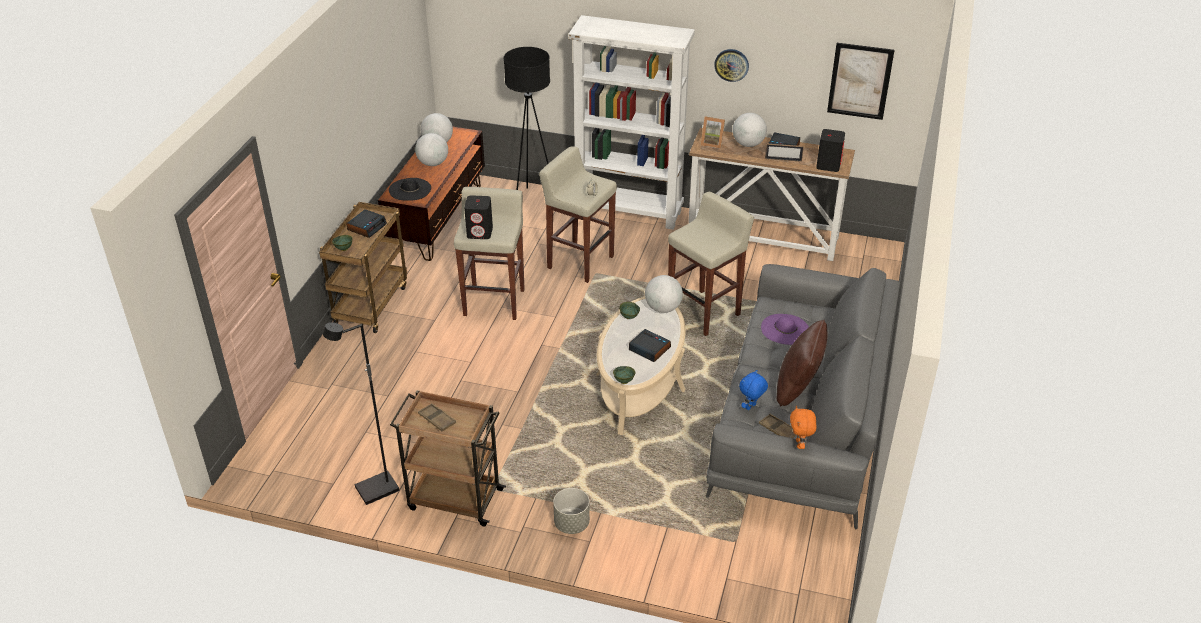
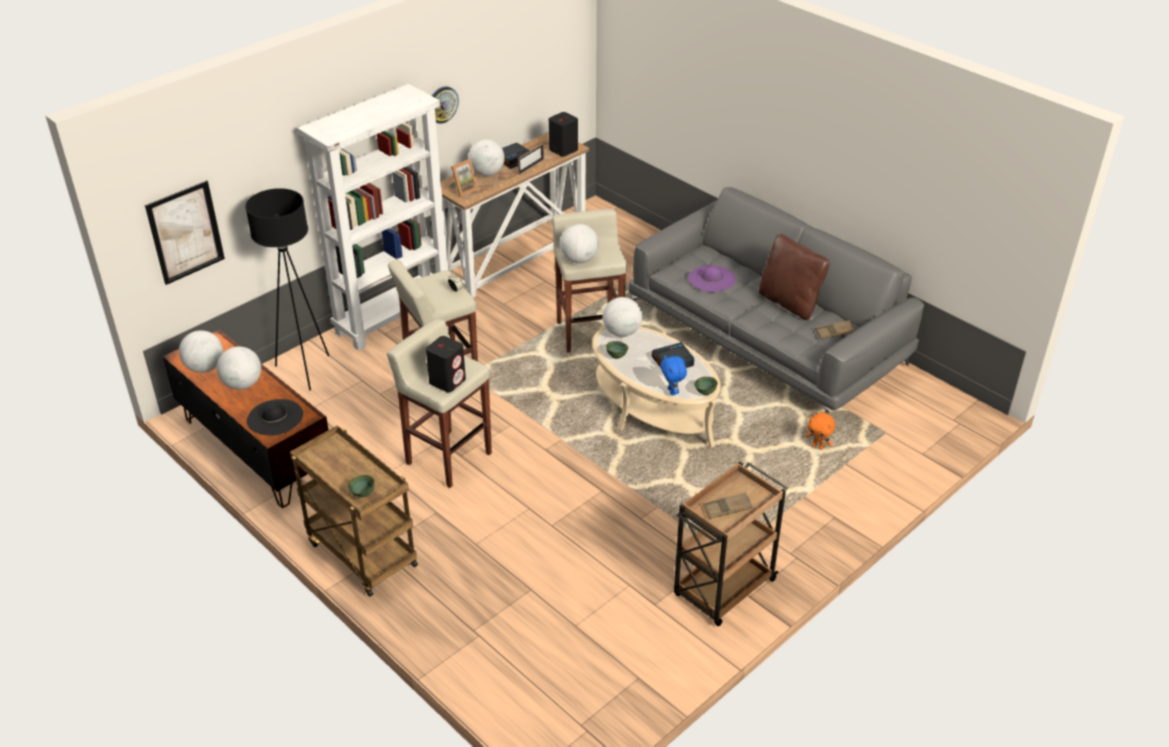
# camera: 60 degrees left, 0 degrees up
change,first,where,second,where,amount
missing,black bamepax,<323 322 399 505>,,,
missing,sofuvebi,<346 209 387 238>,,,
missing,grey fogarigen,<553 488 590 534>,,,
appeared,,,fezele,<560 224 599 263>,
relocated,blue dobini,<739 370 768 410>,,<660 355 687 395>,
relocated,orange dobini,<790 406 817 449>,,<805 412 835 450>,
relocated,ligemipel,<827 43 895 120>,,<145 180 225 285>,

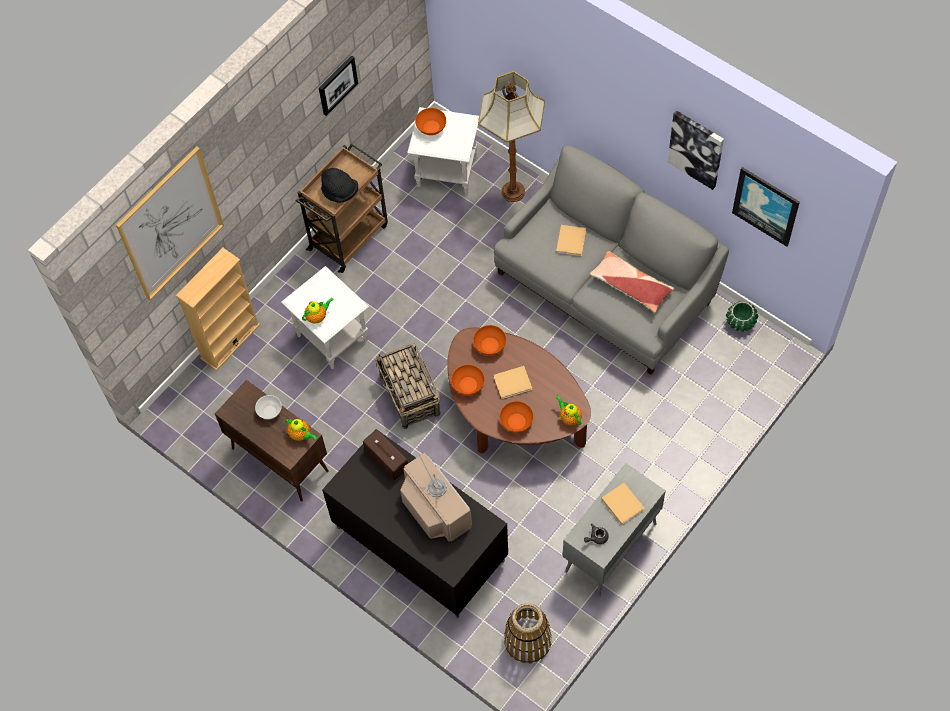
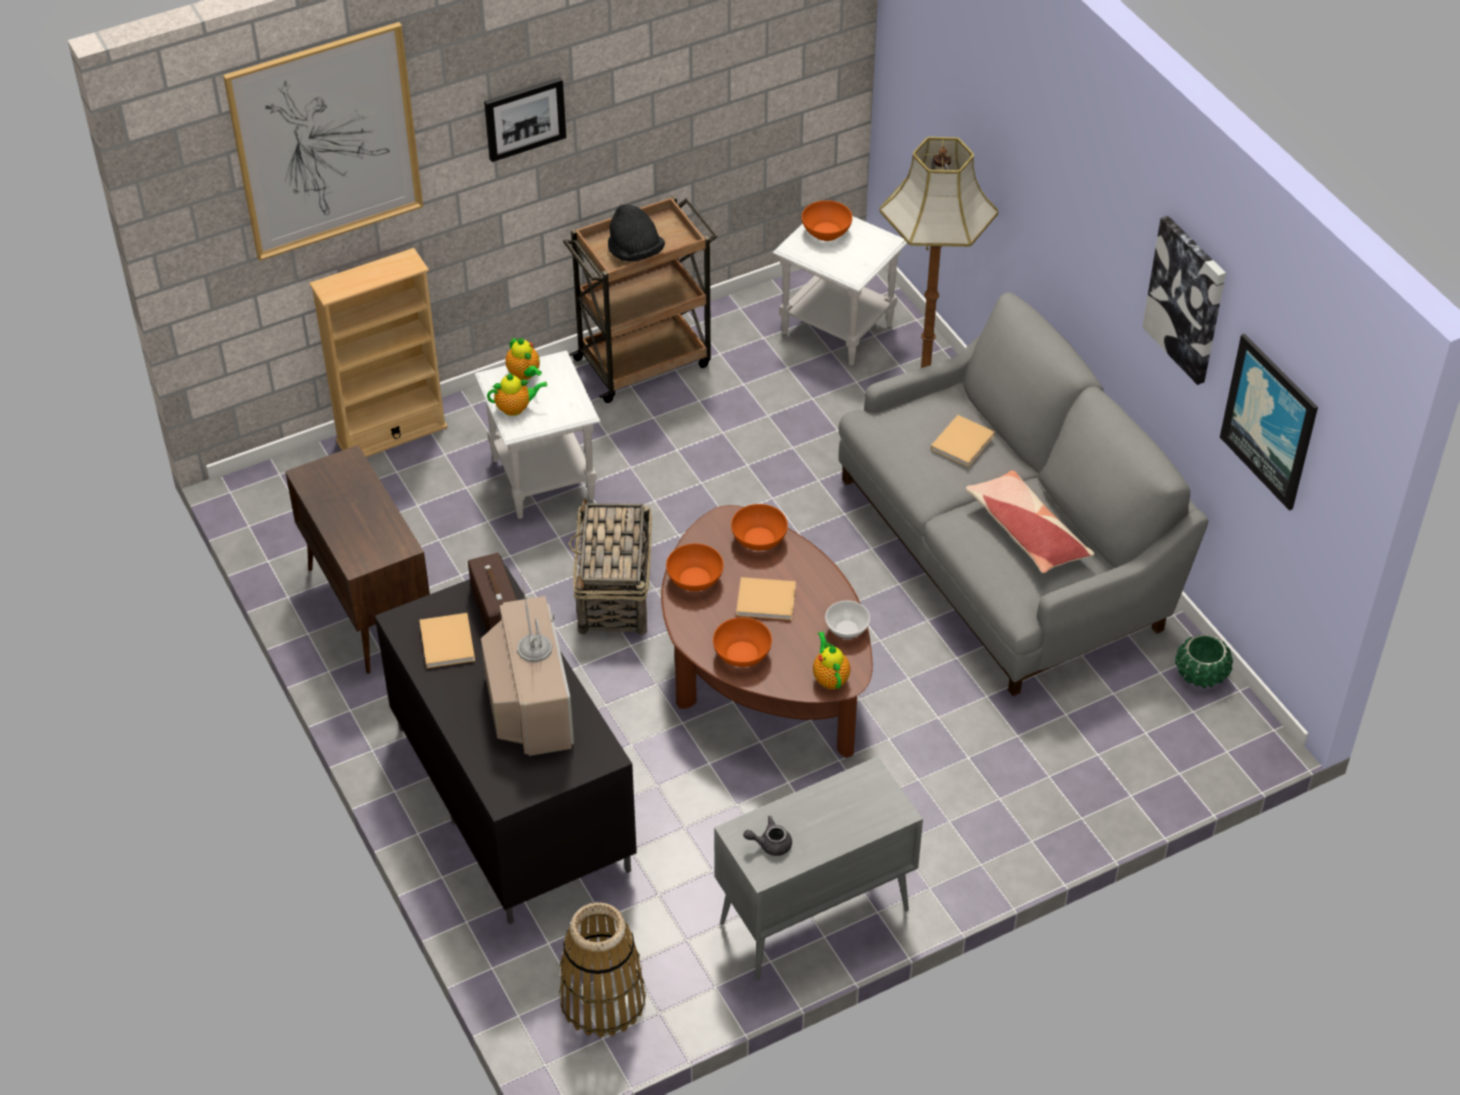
# camera: 20 degrees right, 15 degrees down
change,first,where,second,where,amount
relocated,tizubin,<255 395 282 419>,,<825 601 870 639>,
relocated,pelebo,<285 419 317 441>,,<505 338 542 380>,
relocated,ligemipel,<319 55 358 116>,,<484 77 566 162>,
relocated,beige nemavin,<602 483 645 525>,,<420 613 475 668>,

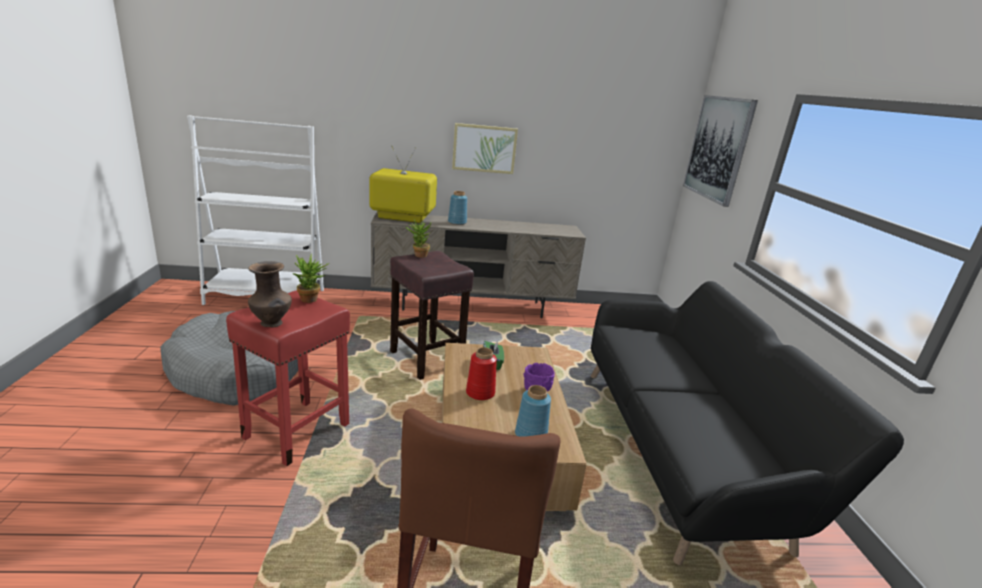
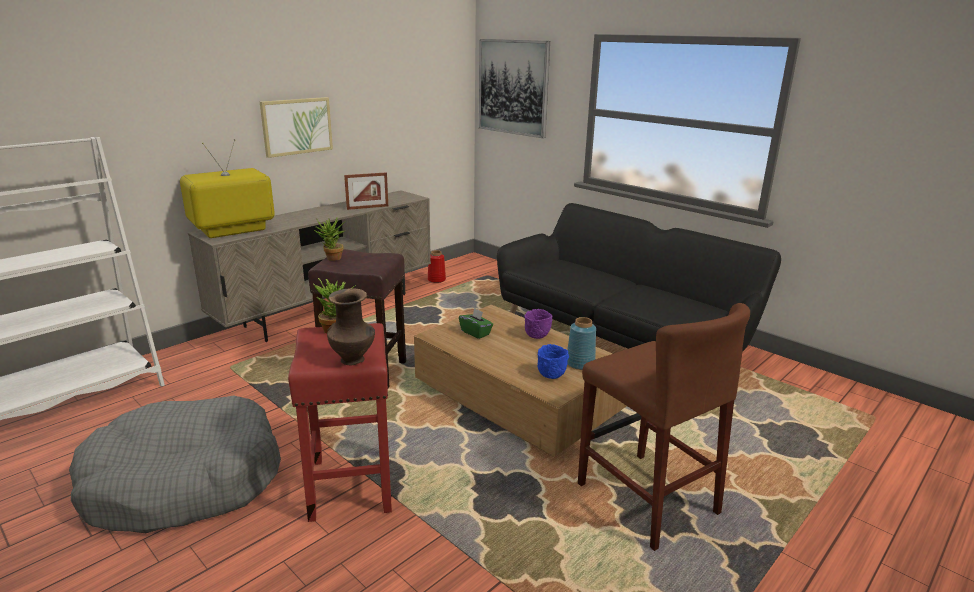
# camera: 40 degrees left, 0 degrees up
change,first,where,second,where,amount
missing,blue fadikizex,<448 191 467 225>,,,
appeared,,,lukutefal,<344 172 388 210>,
appeared,,,blue tizubin,<538 344 569 379>,
relocated,red fadikizex,<466 347 497 400>,,<428 250 446 283>,

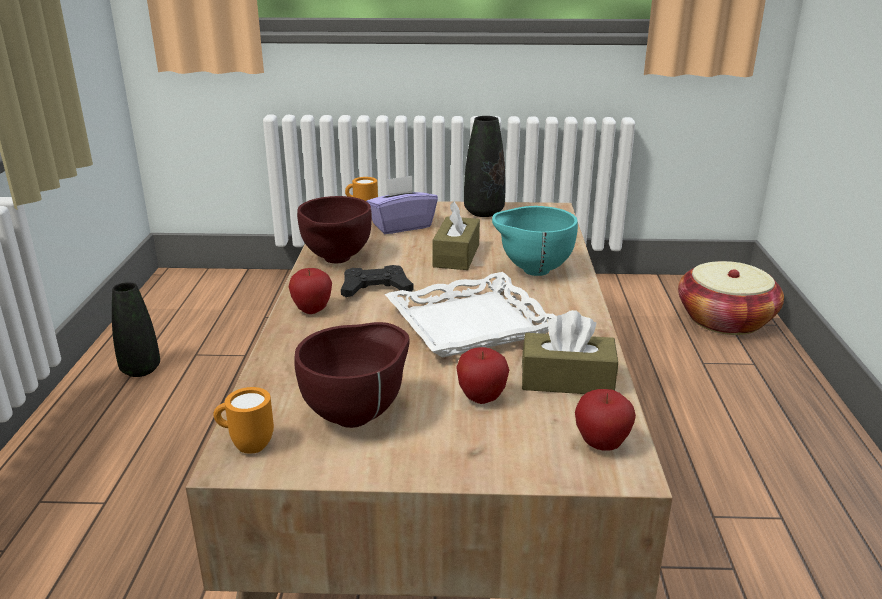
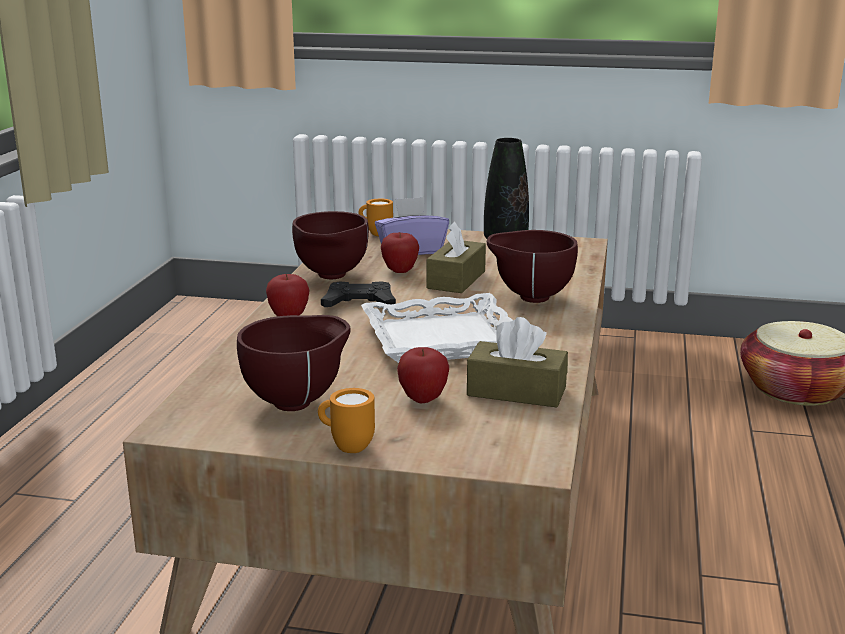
# camera: 10 degrees right, 5 degrees down
change,first,where,second,where,amount
missing,black fadikizex,<112 282 160 377>,,,
relocated,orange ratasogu,<214 387 274 453>,,<318 388 375 453>,
relocated,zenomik,<575 389 636 451>,,<381 232 419 273>,
colour,turquoise tizubin,<492 206 578 276>,brown tizubin,<487 230 578 303>,

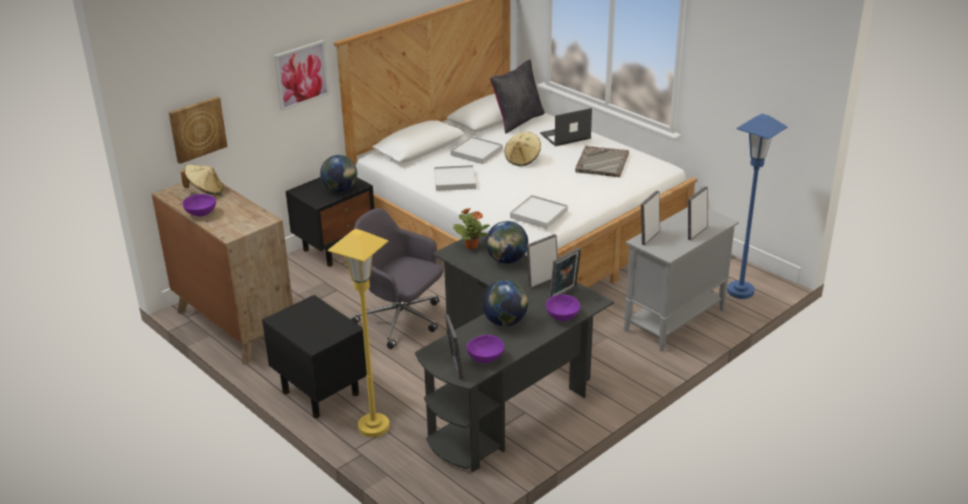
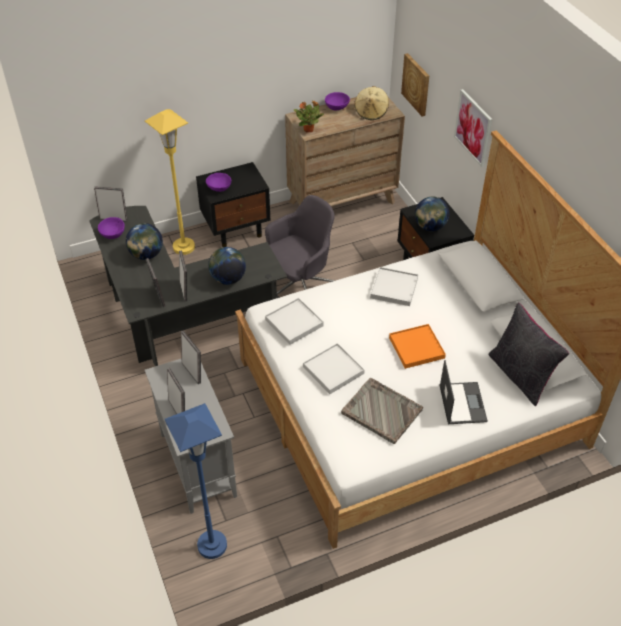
# camera: 110 degrees right, 15 degrees up
change,first,where,second,where,amount
relocated,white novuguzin,<450 136 503 164>,,<303 343 365 394>,
relocated,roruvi,<453 208 490 250>,,<294 100 324 132>,
relocated,purple tizubin,<546 295 580 321>,,<206 173 231 192>,
exchanged,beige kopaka,<504 132 541 166>,orange novuguzin,<389 324 446 369>,

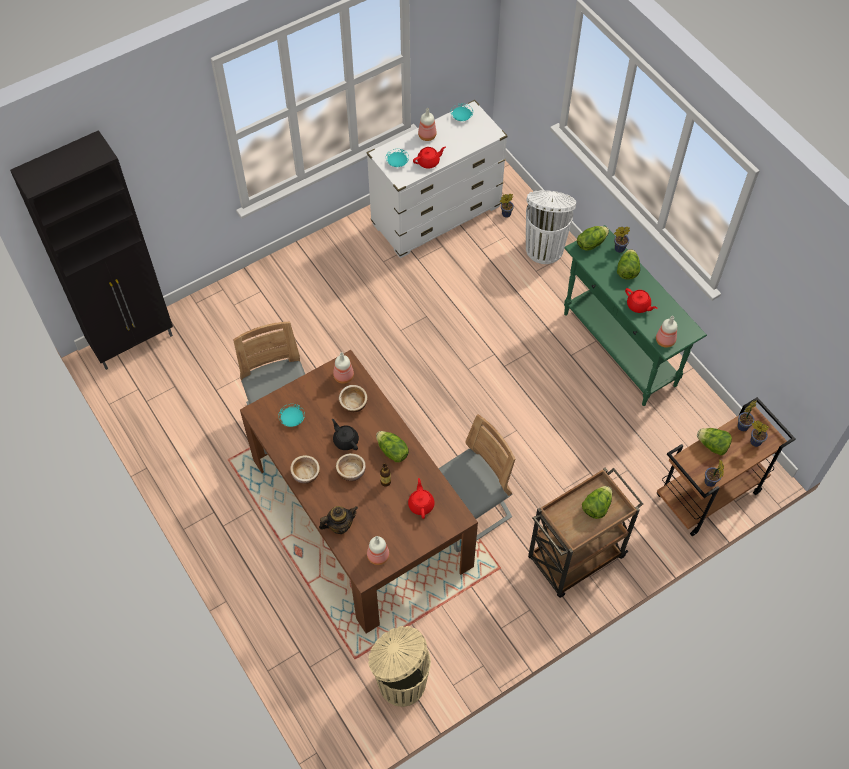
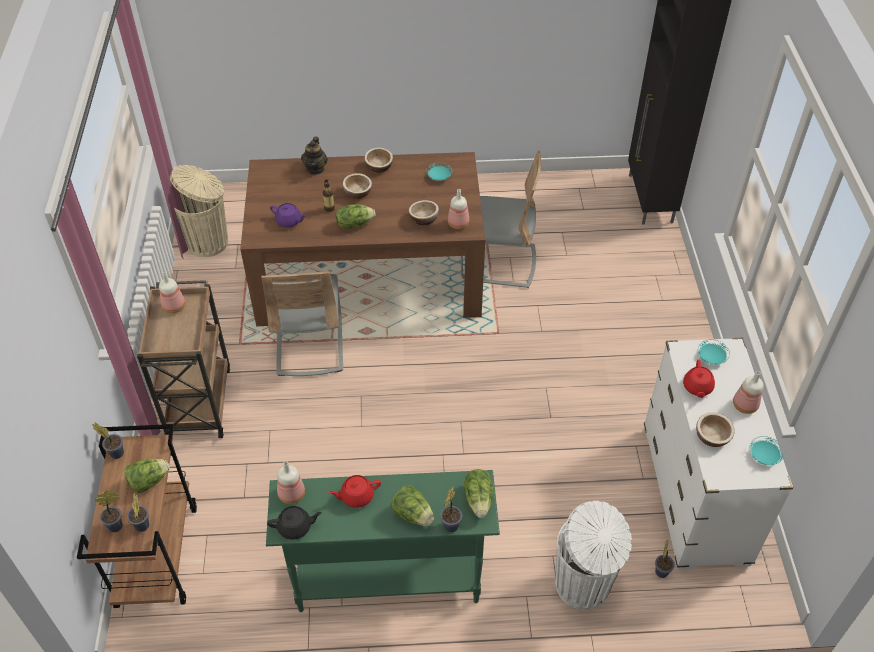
# camera: 120 degrees right, 10 degrees down
change,first,where,second,where,amount
missing,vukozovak,<582 486 612 519>,,,
appeared,,,tizubin,<696 412 735 447>,
relocated,black pelebo,<332 419 359 450>,,<267 506 322 540>,
relocated,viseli,<367 536 389 565>,,<159 272 185 313>,
colour,red pelebo,<408 478 435 519>,purple pelebo,<270 203 307 228>,

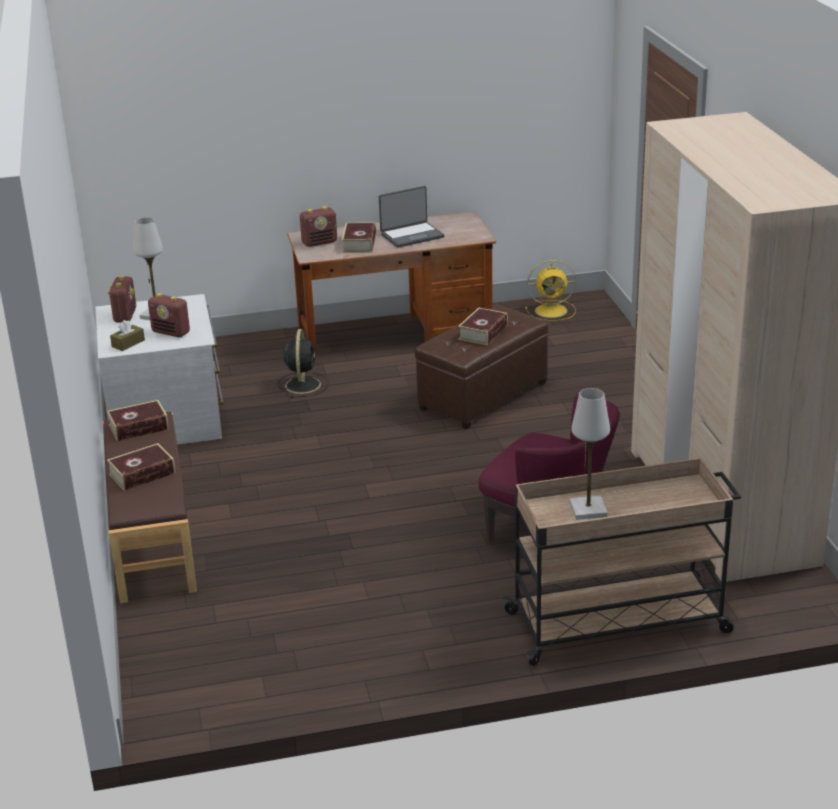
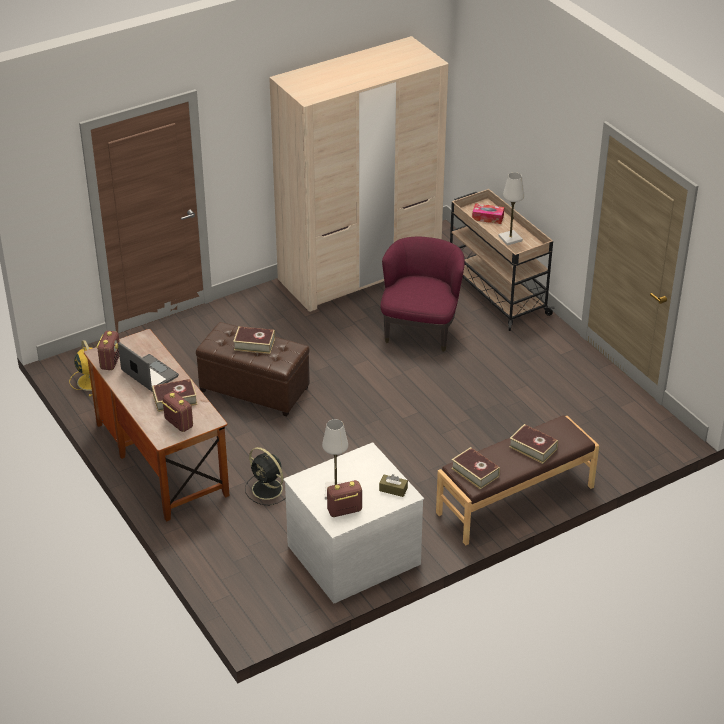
# camera: 110 degrees left, 10 degrees up
change,first,where,second,where,amount
appeared,,,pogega,<472 203 504 224>,
relocated,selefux,<148 293 190 337>,,<96 331 120 370>,
spun,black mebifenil,<277 329 328 398>,,<245 447 285 505>,120 degrees counterclockwise

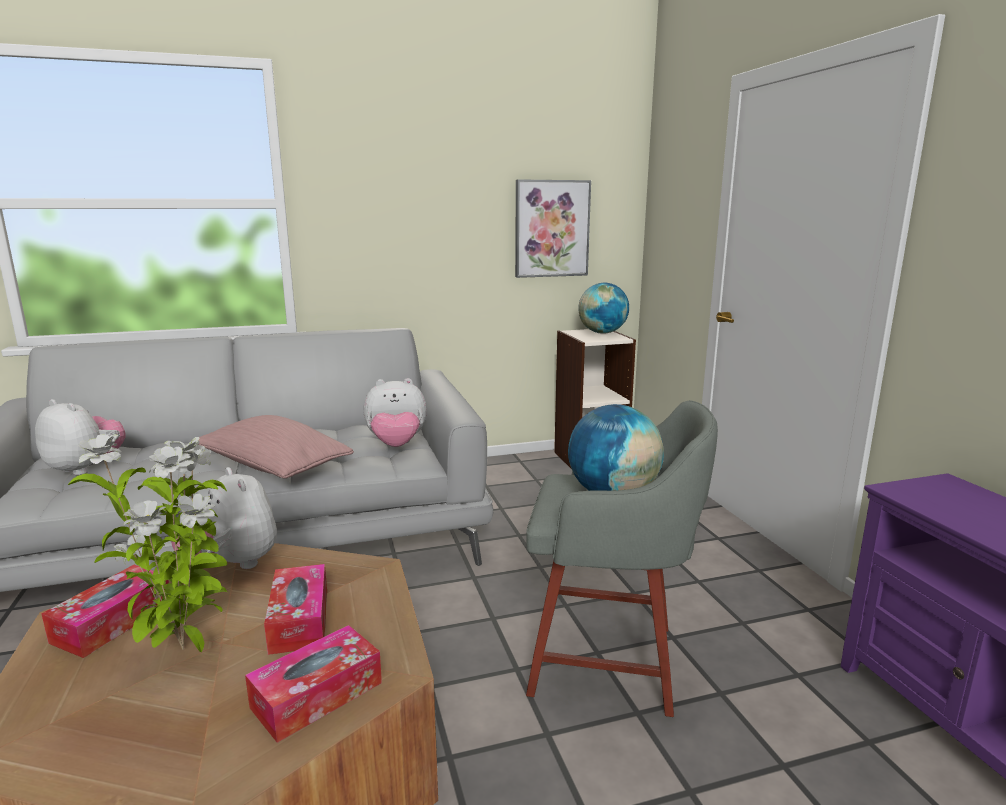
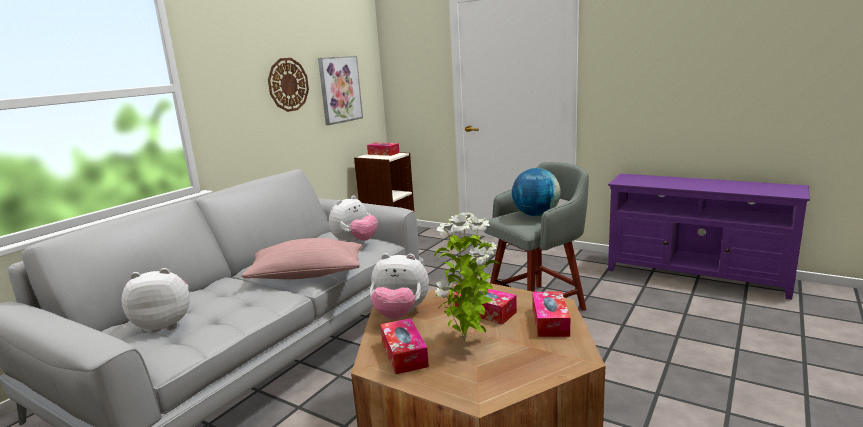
# camera: 40 degrees left, 0 degrees up
change,first,where,second,where,amount
appeared,,,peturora,<268 58 309 112>,
exchanged,fezele,<578 283 629 334>,pogega,<367 142 399 156>,

